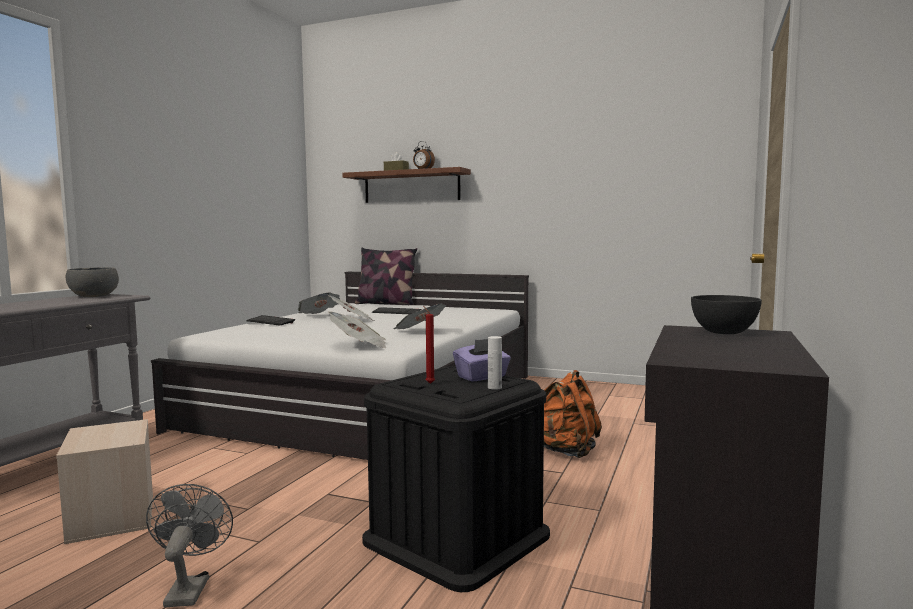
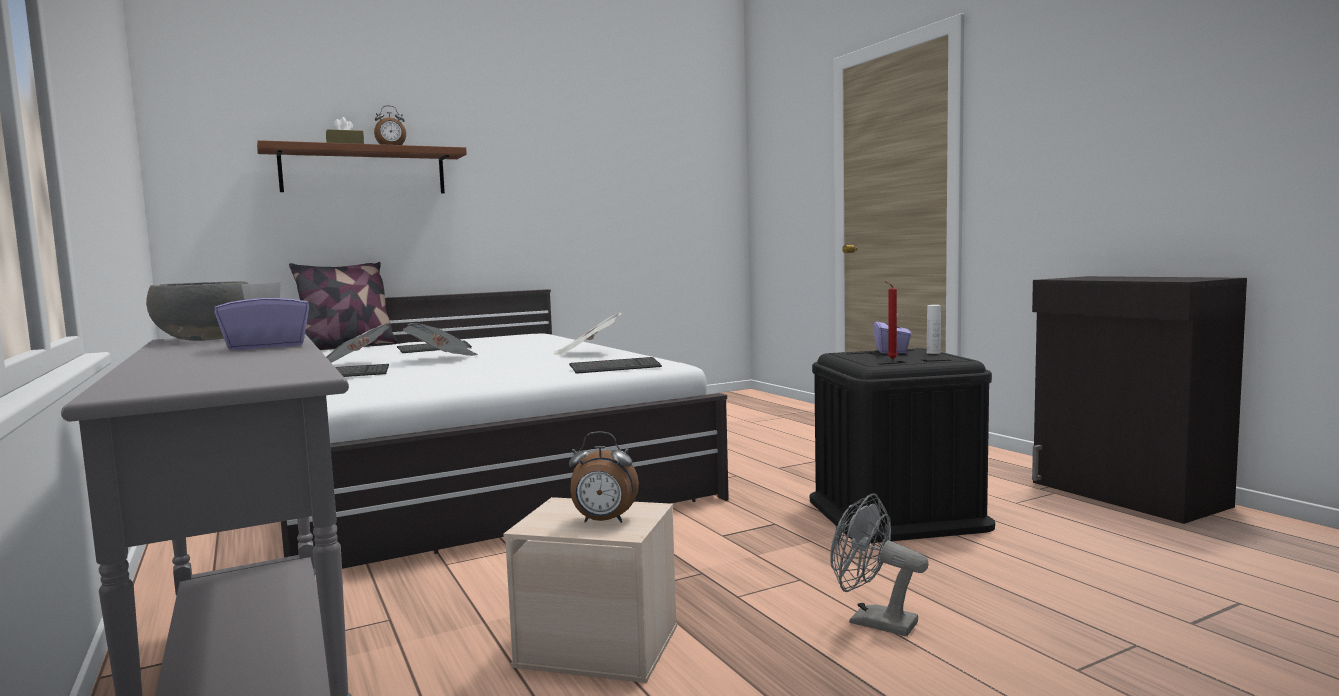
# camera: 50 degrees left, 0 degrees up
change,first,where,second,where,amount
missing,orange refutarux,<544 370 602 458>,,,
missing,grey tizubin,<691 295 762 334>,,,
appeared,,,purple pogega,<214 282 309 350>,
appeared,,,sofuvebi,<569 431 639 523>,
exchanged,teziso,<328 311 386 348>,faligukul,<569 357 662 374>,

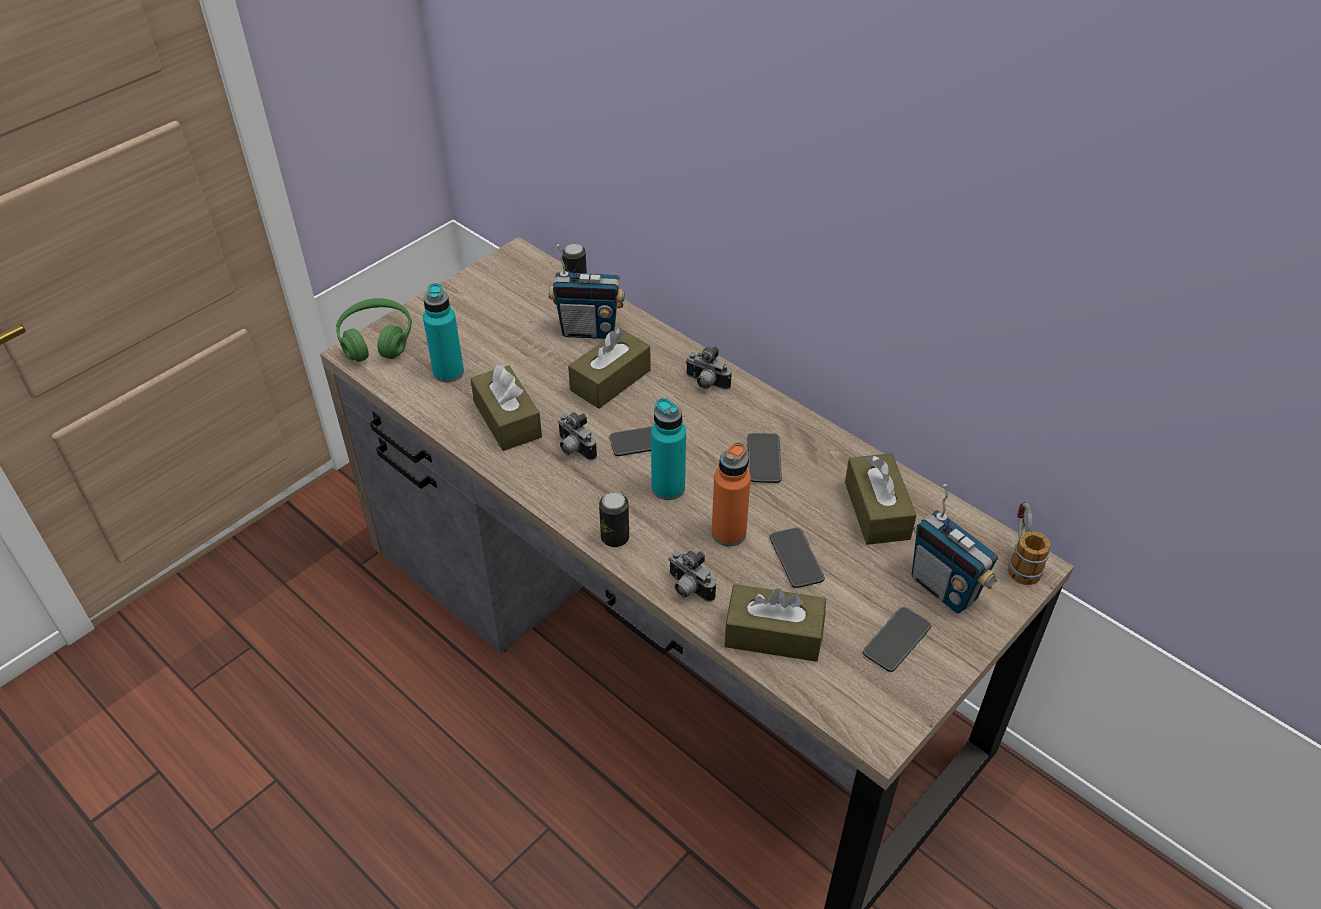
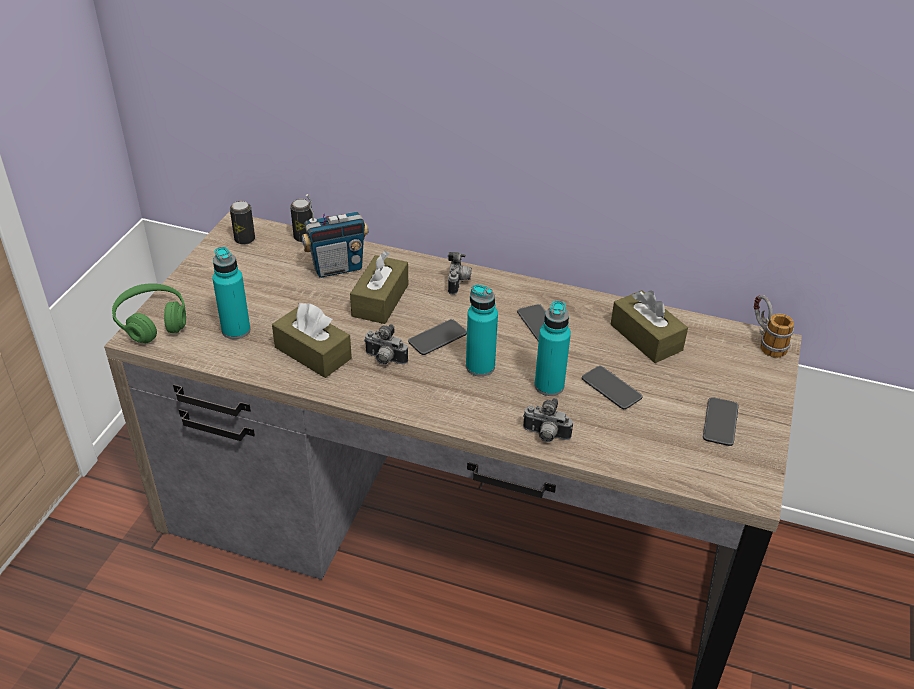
# camera: 25 degrees left, 5 degrees down
change,first,where,second,where,amount
missing,brown pogega,<724 584 826 662>,,,
missing,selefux,<912 484 998 614>,,,
relocated,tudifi,<599 492 629 547>,,<230 201 255 245>,
colour,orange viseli,<711 442 751 547>,turquoise viseli,<534 300 571 396>,
spun,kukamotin,<685 346 732 390>,,<448 252 471 295>,90 degrees counterclockwise

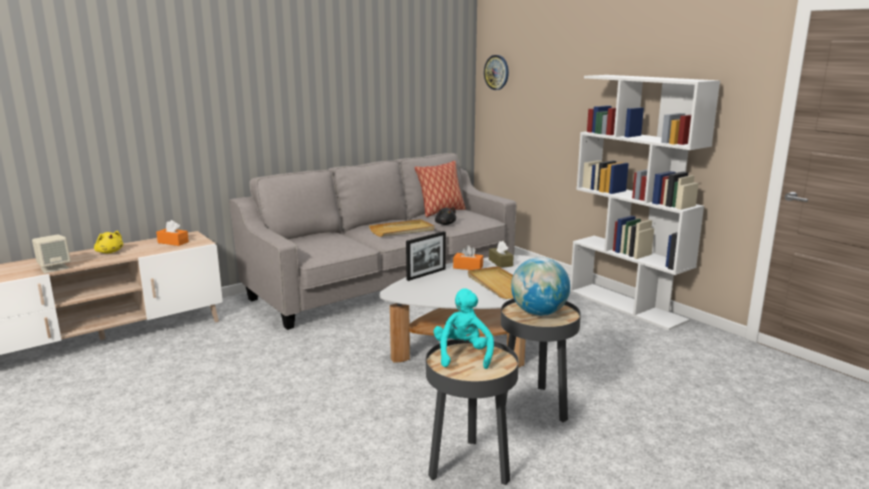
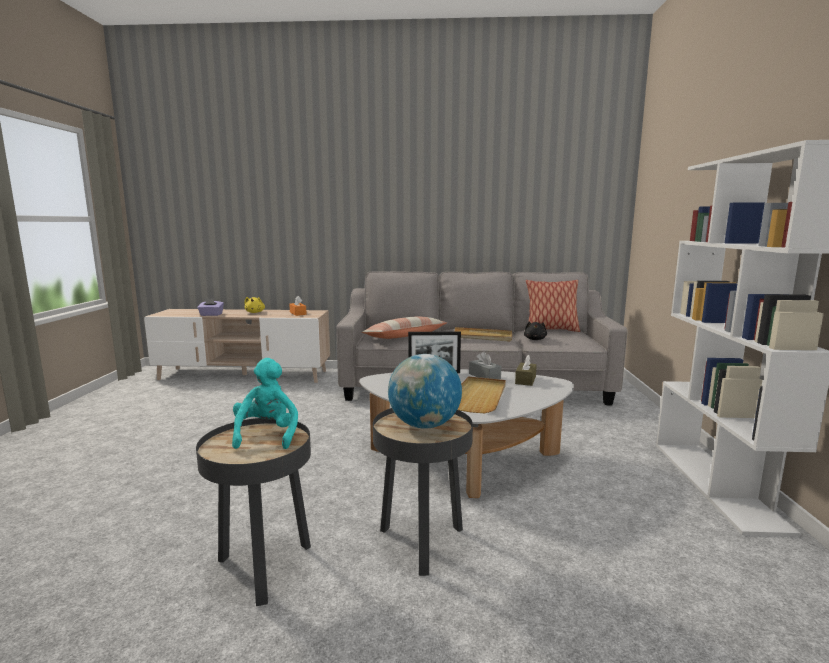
# camera: 40 degrees right, 5 degrees down
change,first,where,second,where,amount
missing,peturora,<484 55 509 90>,,,
appeared,,,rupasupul,<362 316 447 339>,
exchanged,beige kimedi,<32 234 71 273>,purple pogega,<197 298 224 316>,
colour,orange pogega,<453 245 483 270>,grey pogega,<469 351 501 379>,
spun,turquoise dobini,<434 288 494 369>,,<232 358 298 449>,45 degrees counterclockwise

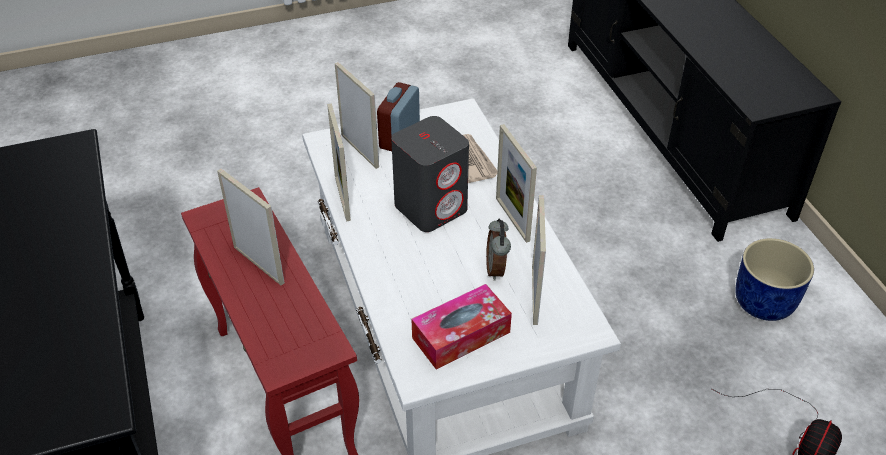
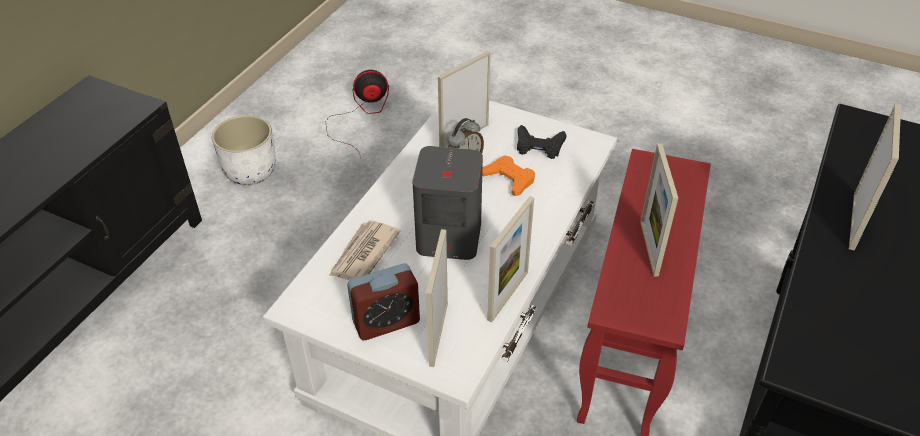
# camera: 135 degrees left, 0 degrees up
change,first,where,second,where,amount
appeared,,,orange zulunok,<482 155 535 196>,
relocated,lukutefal,<496 124 537 243>,,<849 104 901 250>,
exchanged,pogega,<411 284 512 369>,black zulunok,<517 125 567 159>,
colour,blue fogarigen,<735 238 814 321>,white fogarigen,<212 115 276 185>,

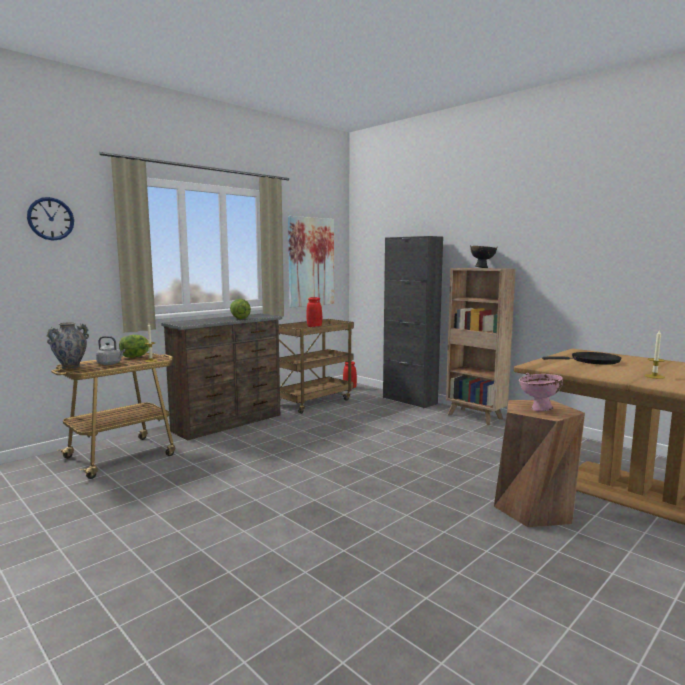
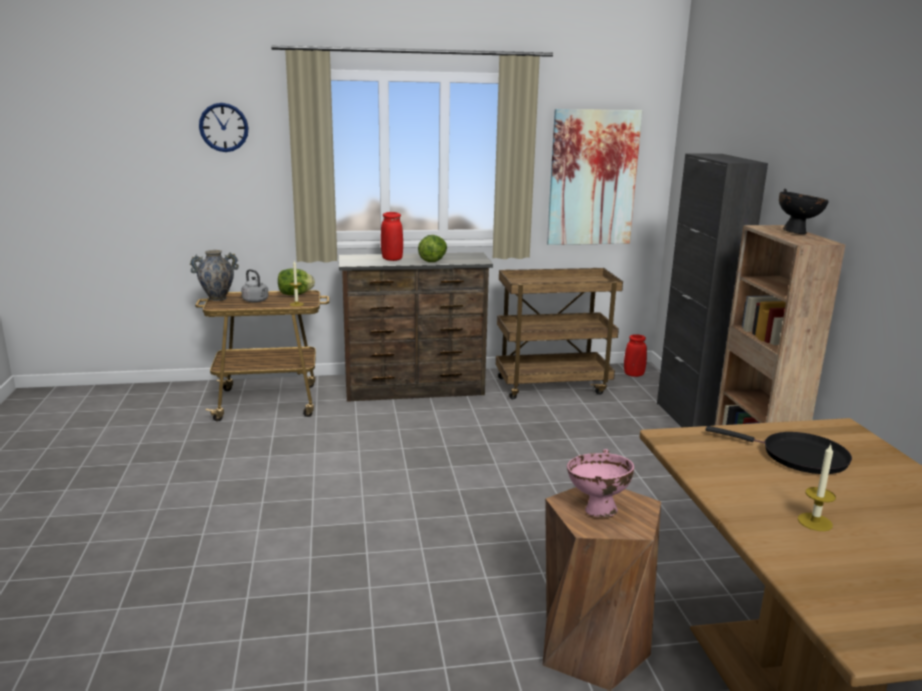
# camera: 35 degrees right, 10 degrees up
change,first,where,second,where,amount
relocated,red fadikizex,<306 297 322 327>,,<381 212 403 261>,

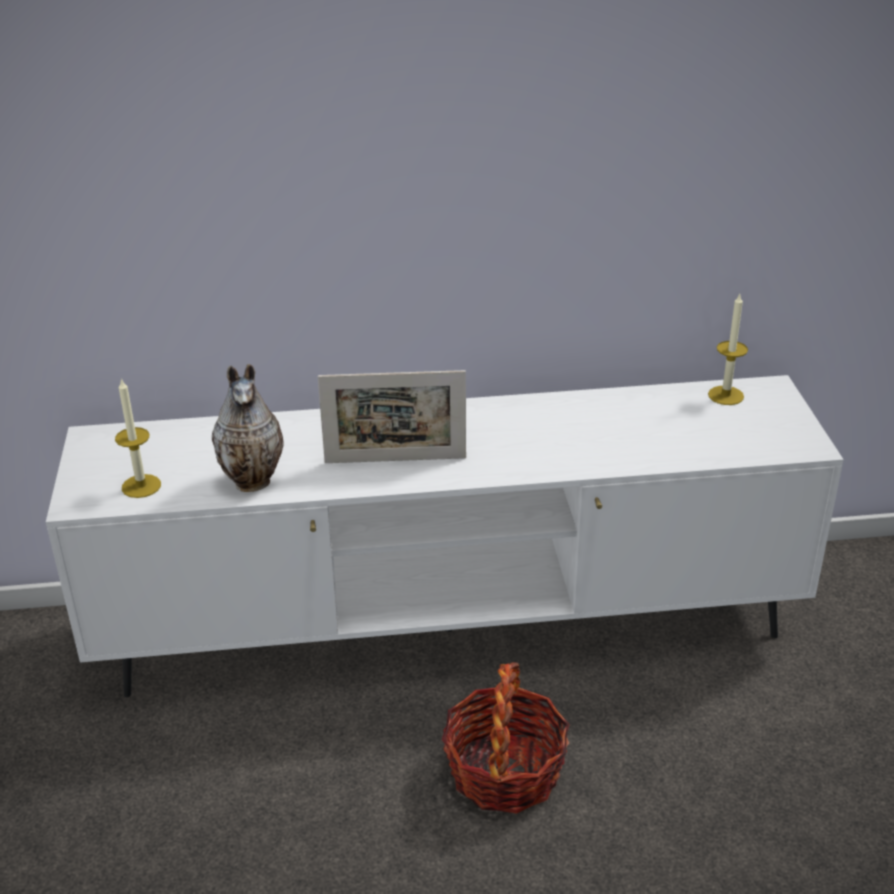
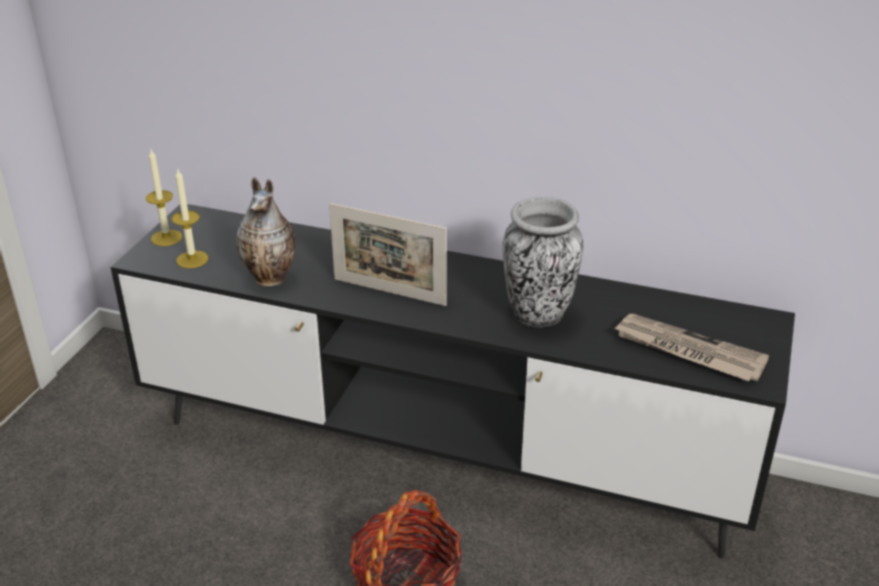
# camera: 25 degrees right, 0 degrees up
change,first,where,second,where,amount
appeared,,,fadikizex,<502 197 583 327>,
appeared,,,teziso,<614 314 769 381>,
relocated,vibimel,<708 294 748 405>,,<146 150 182 246>,
colour,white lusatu,<46 375 844 697>,black lusatu,<111 204 795 558>,

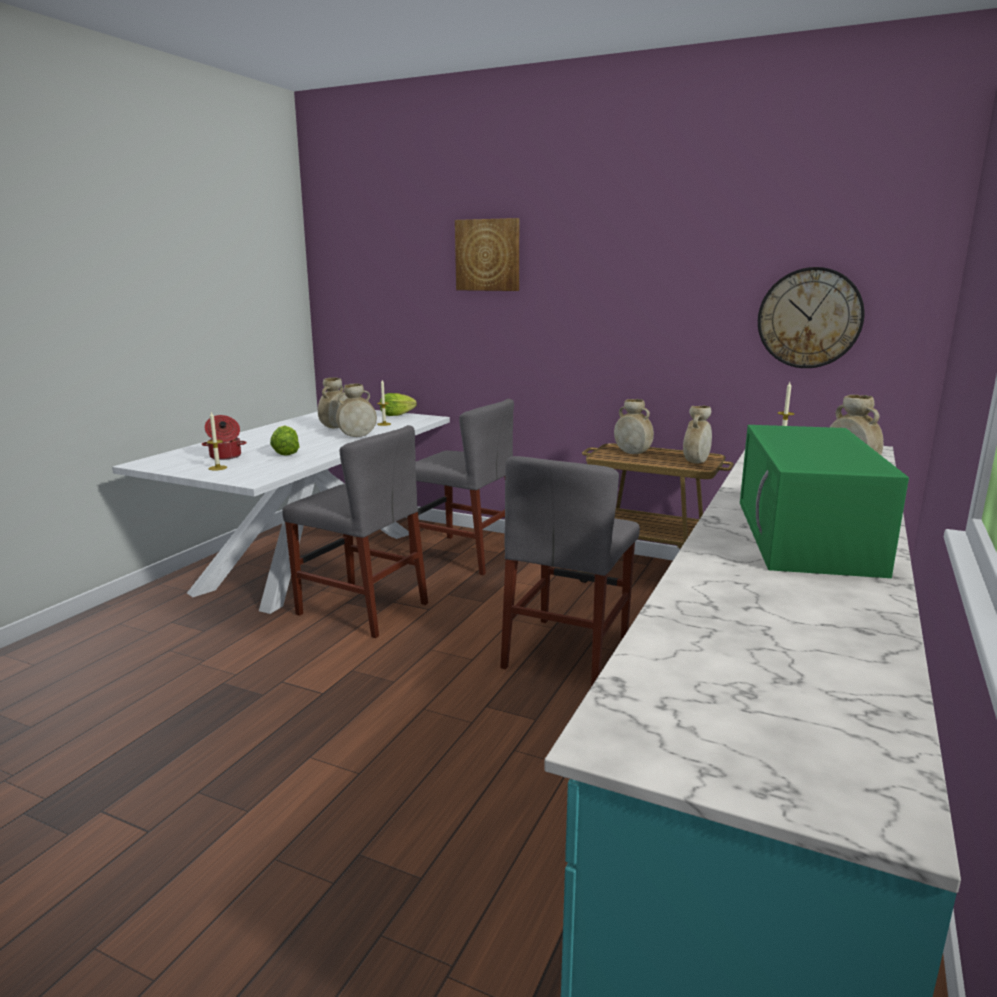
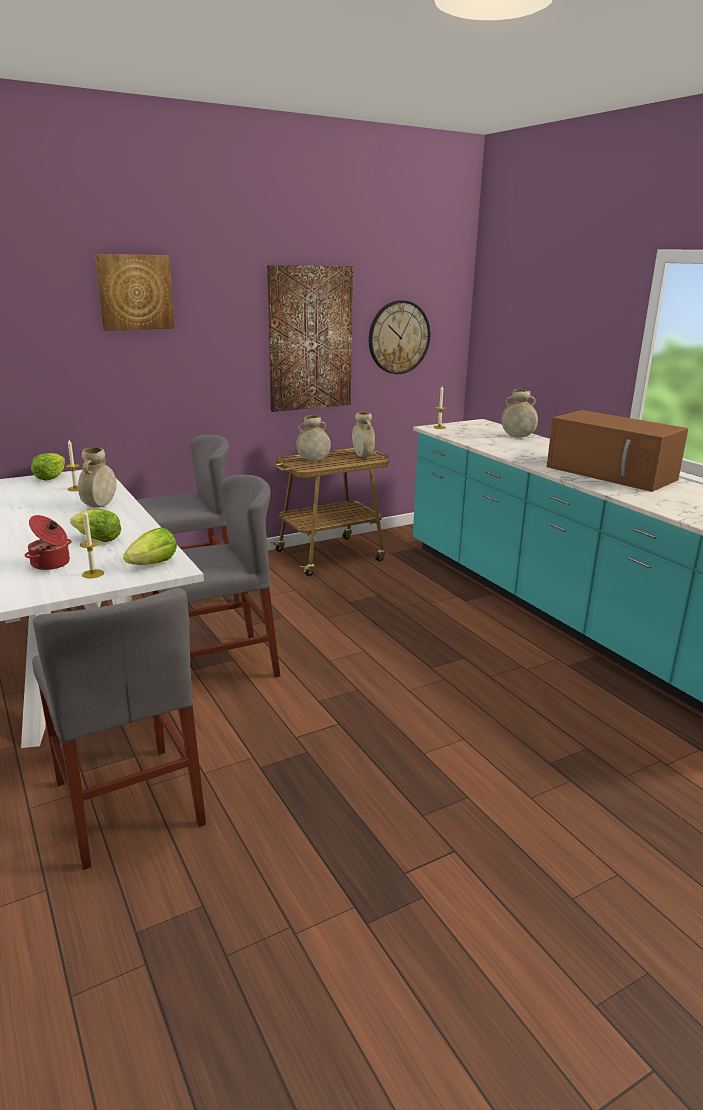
# camera: 55 degrees left, 5 degrees up
change,first,where,second,where,amount
missing,beige fadikizex,<318 378 348 428>,,,
appeared,,,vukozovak,<123 527 177 565>,
appeared,,,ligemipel,<267 265 353 412>,
relocated,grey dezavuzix,<500 456 640 687>,,<32 588 206 870>,
colour,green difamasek,<740 425 909 578>,brown difamasek,<547 410 688 492>,

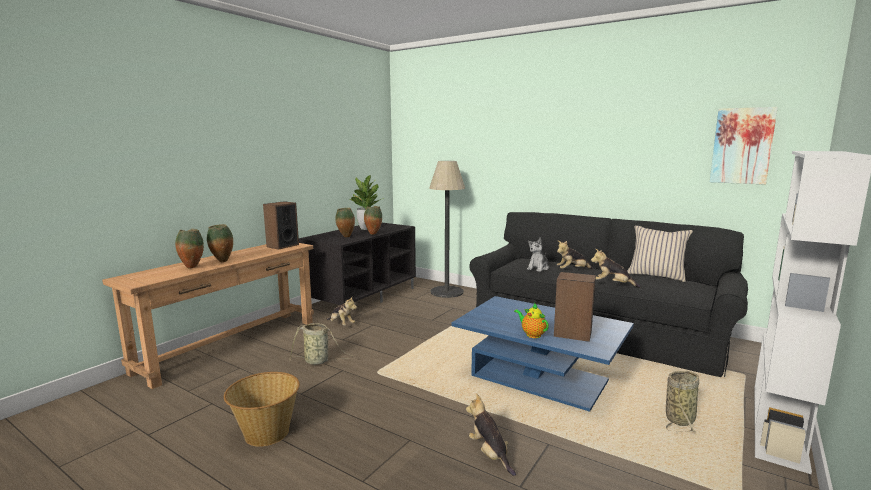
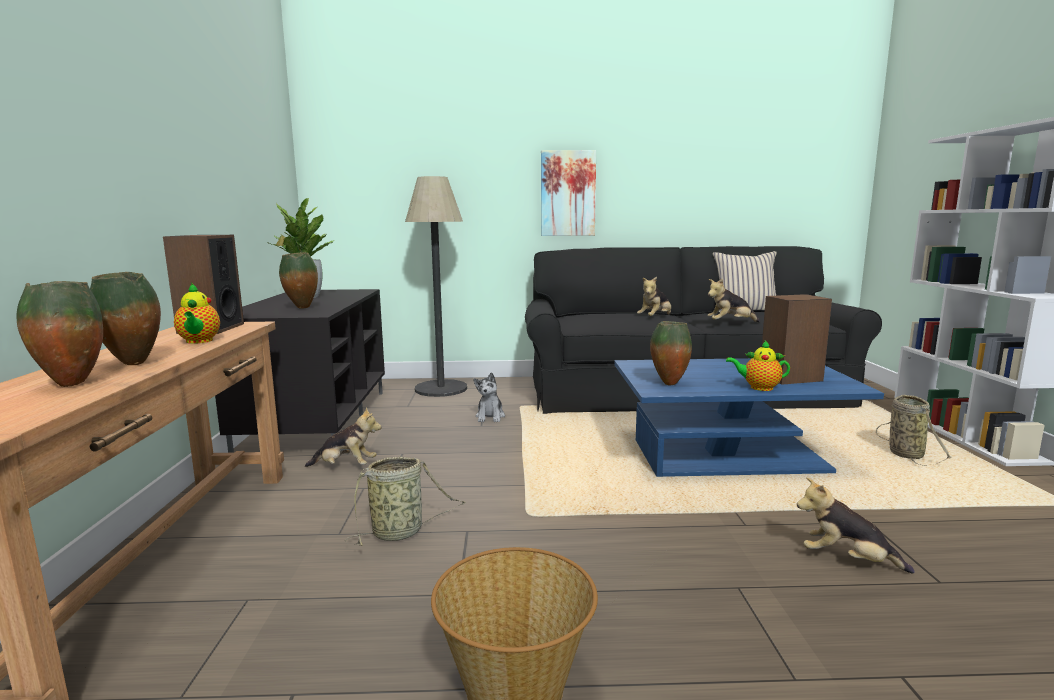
# camera: 35 degrees left, 0 degrees up
change,first,where,second,where,amount
appeared,,,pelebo,<174 283 220 344>,
relocated,fadikizex,<364 206 382 235>,,<650 321 692 385>,
relocated,dobini,<527 238 549 272>,,<473 372 505 422>,
relocated,ligemipel,<710 107 778 185>,,<541 150 596 236>,

